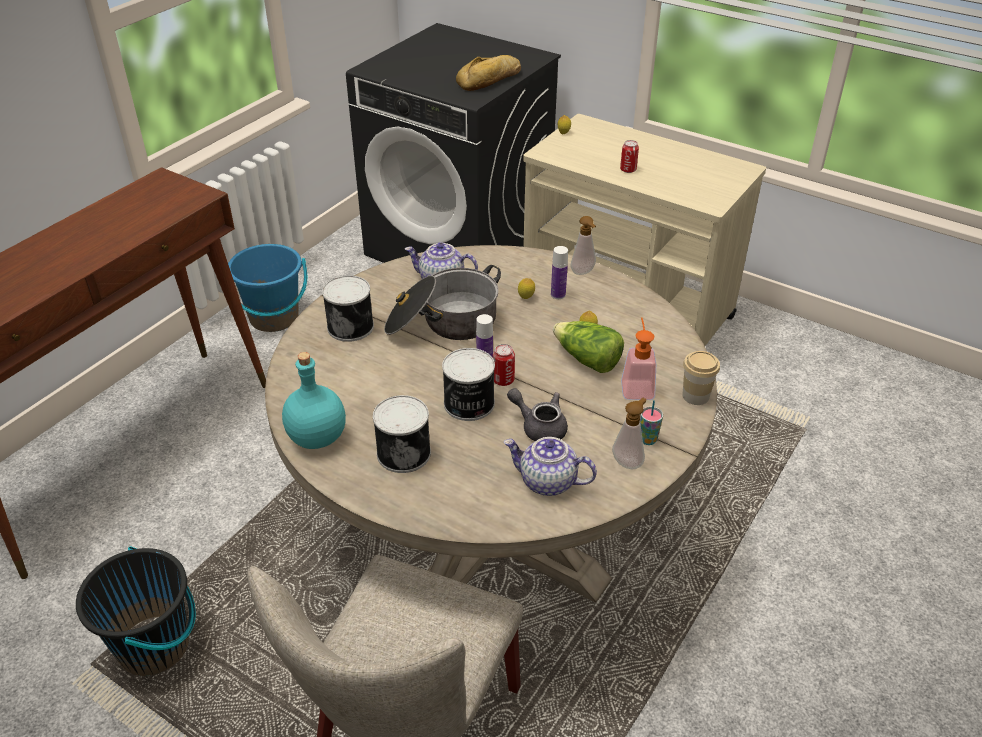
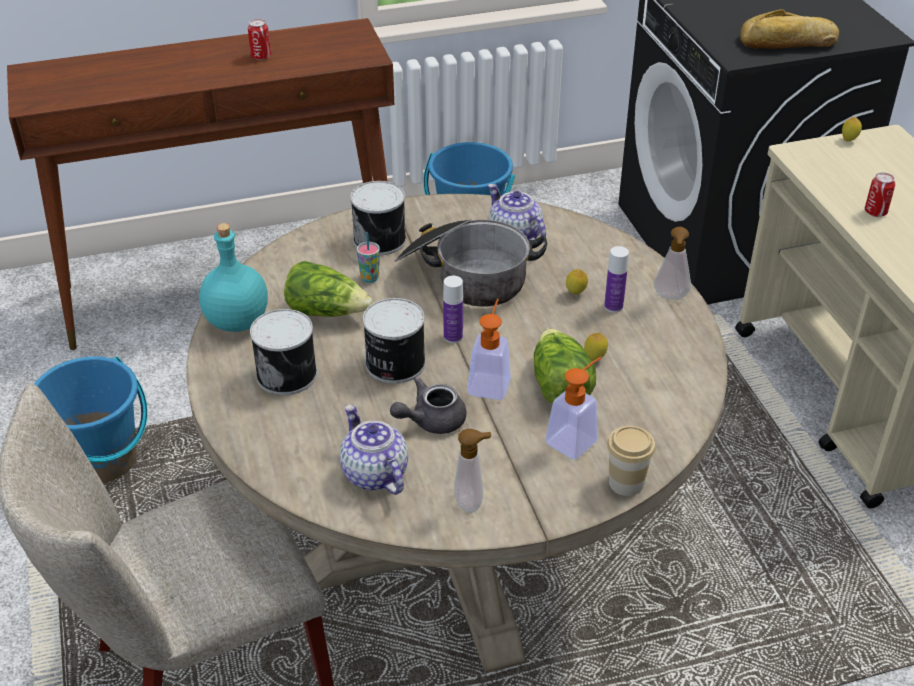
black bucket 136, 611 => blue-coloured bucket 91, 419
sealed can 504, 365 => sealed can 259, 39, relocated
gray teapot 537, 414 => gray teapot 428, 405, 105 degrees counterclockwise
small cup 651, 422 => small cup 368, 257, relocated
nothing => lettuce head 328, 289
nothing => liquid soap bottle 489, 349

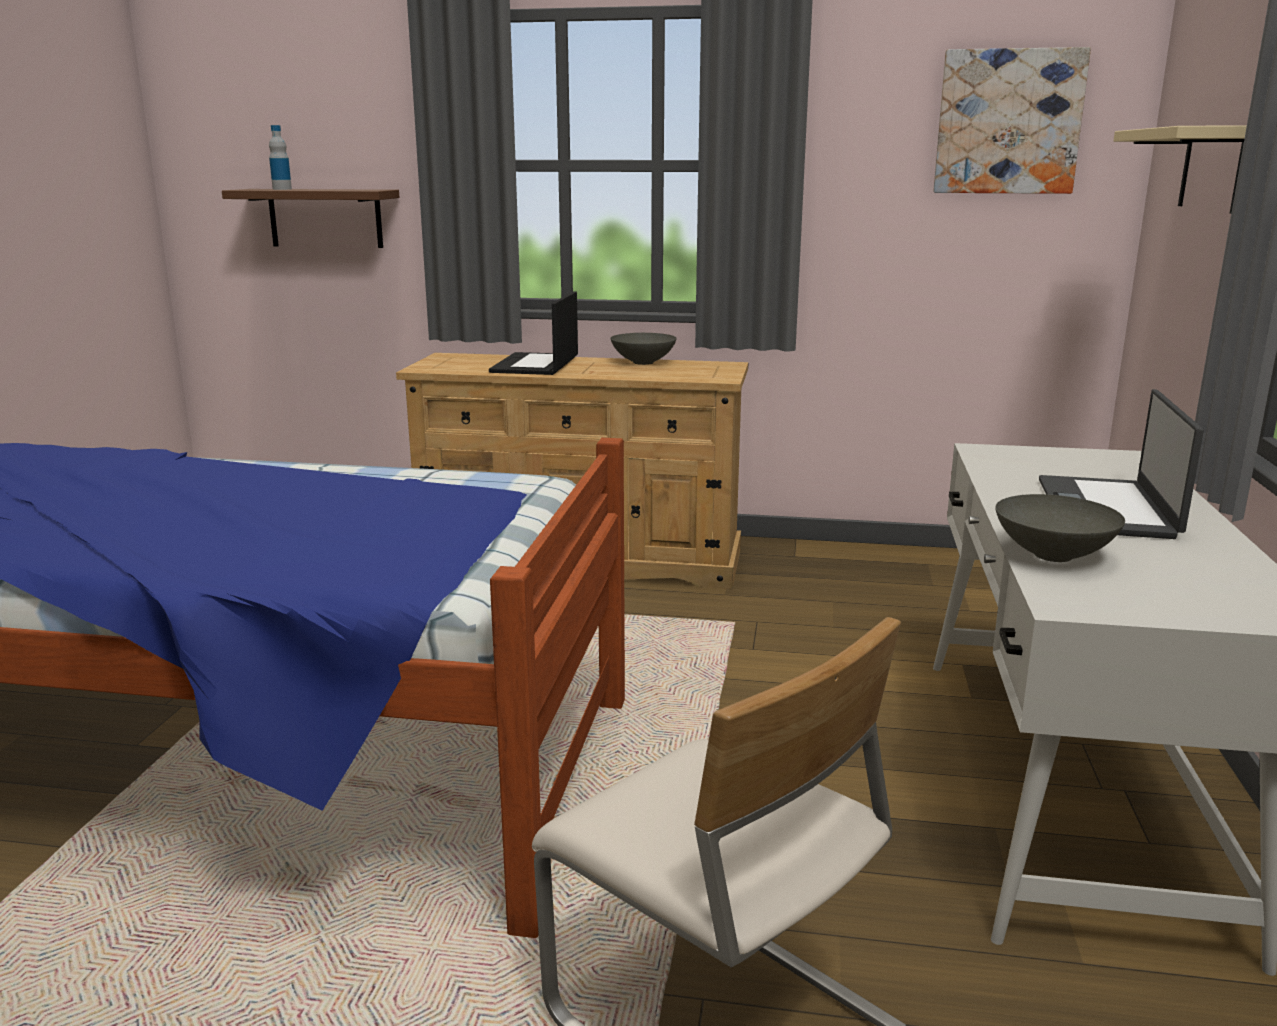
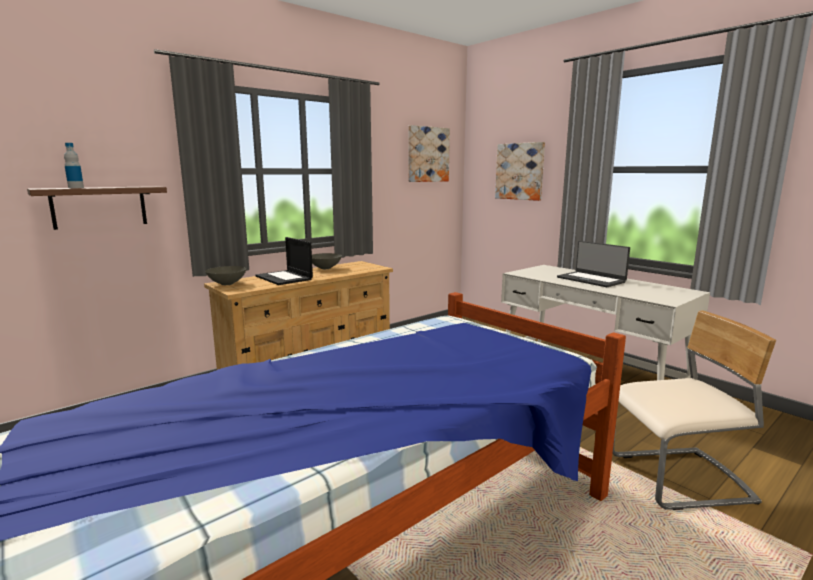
gray bowl 1060, 528 => gray bowl 225, 275, relocated
beige shelf 1180, 169 => wall picture 520, 171

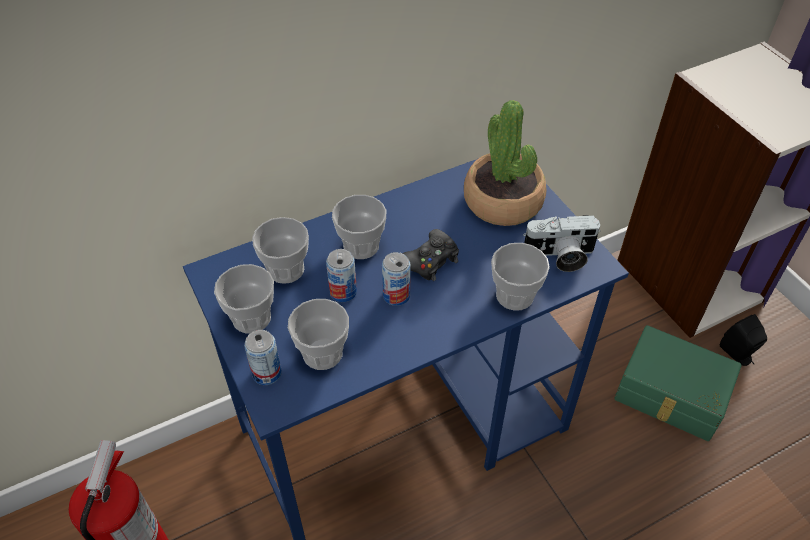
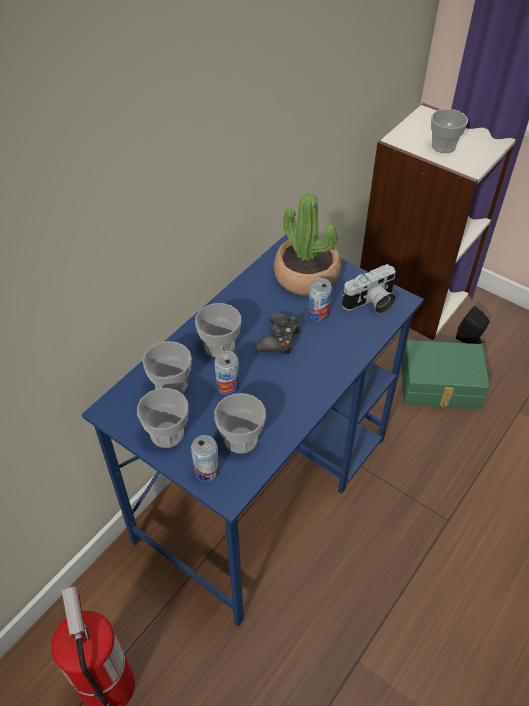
sealed can 396, 279 => sealed can 320, 299, relocated
small cup 520, 276 => small cup 449, 131, relocated

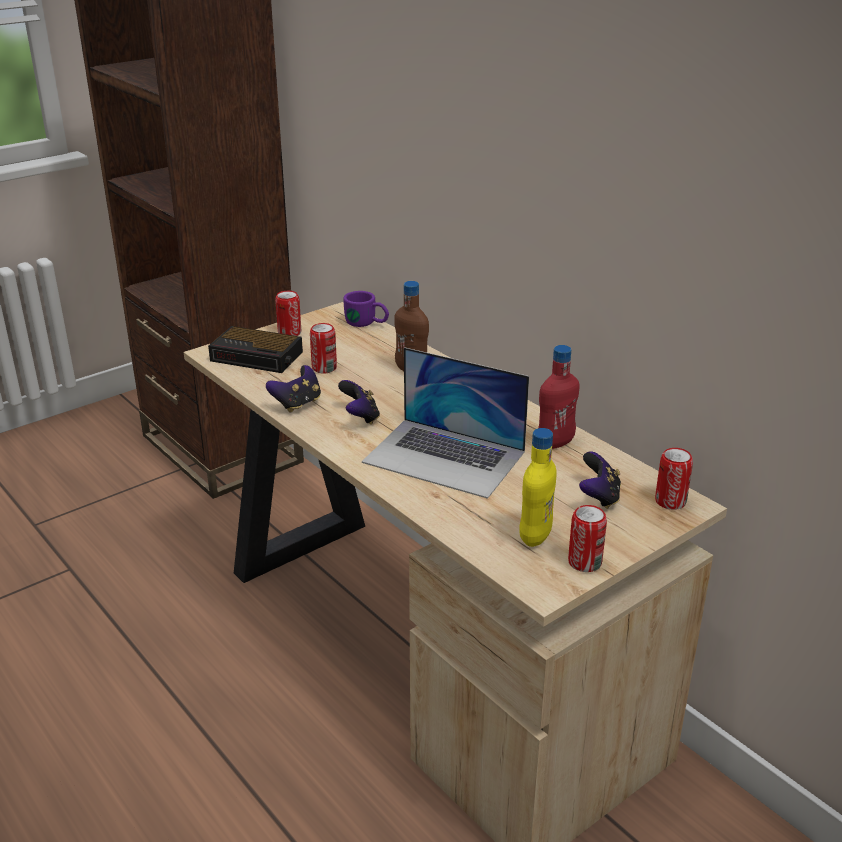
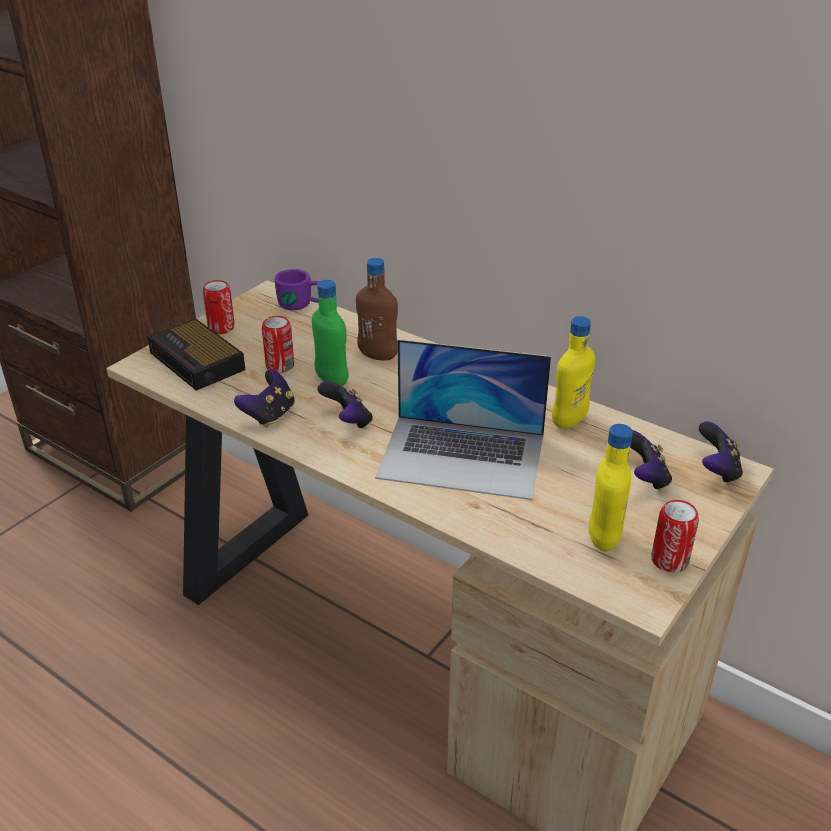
table clock 255, 349 => table clock 196, 355, 45 degrees clockwise
reddish beverage bottle 558, 397 => yellow-coloured beverage bottle 573, 372
sealed can 674, 479 => gamepad 721, 452
nothing => greenish beverage bottle 330, 333

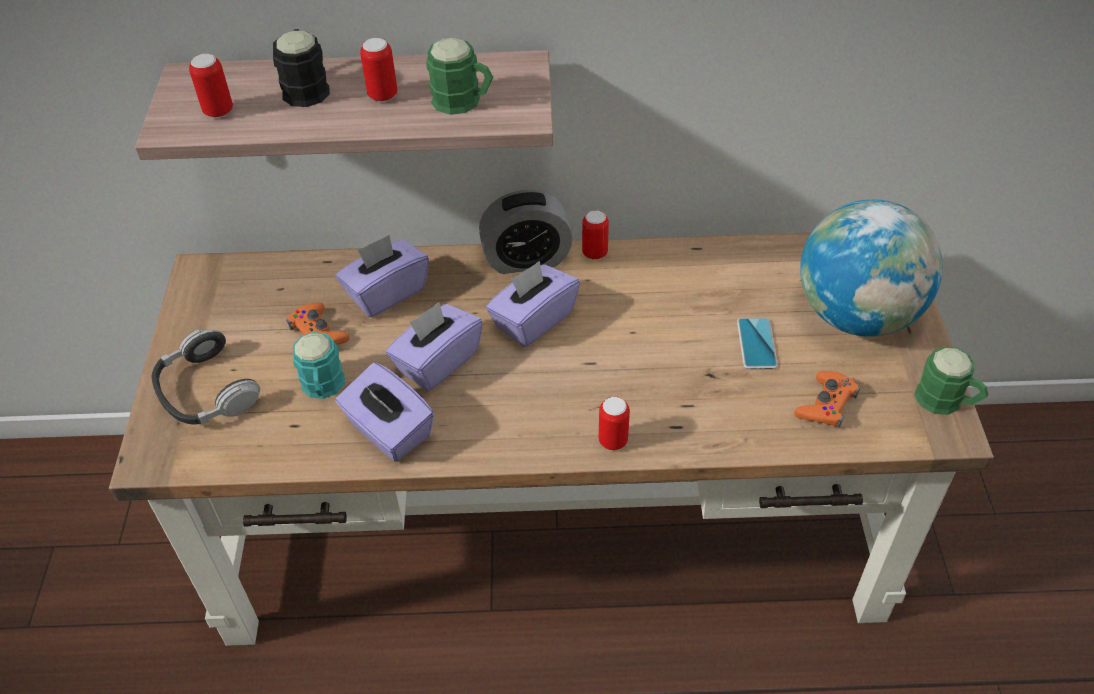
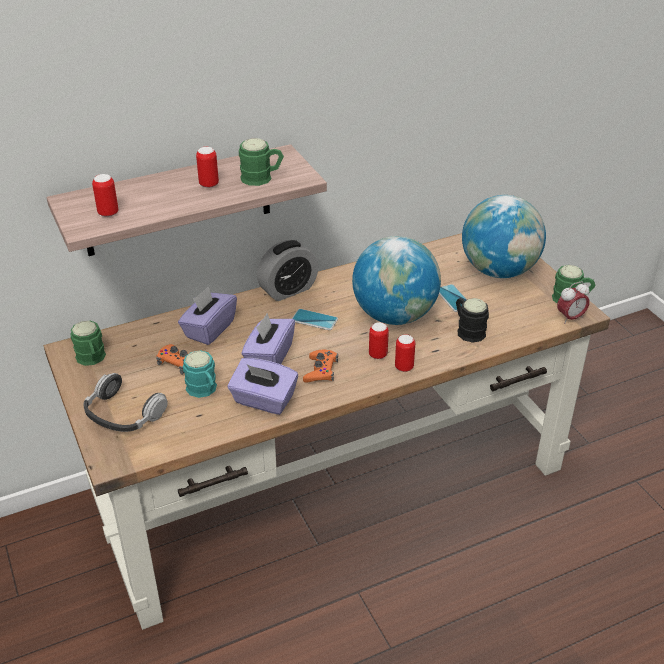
black mug 301, 68 => black mug 472, 320, relocated
purplish tissue box 533, 304 => telephone 315, 319
sealed can 595, 235 => sealed can 379, 340, relocated
orange-coloured gamepad 827, 399 => orange-coloured gamepad 320, 366, relocated
nothing => greenish mug 88, 343
nothing => globe 396, 280
nothing => table clock 573, 303

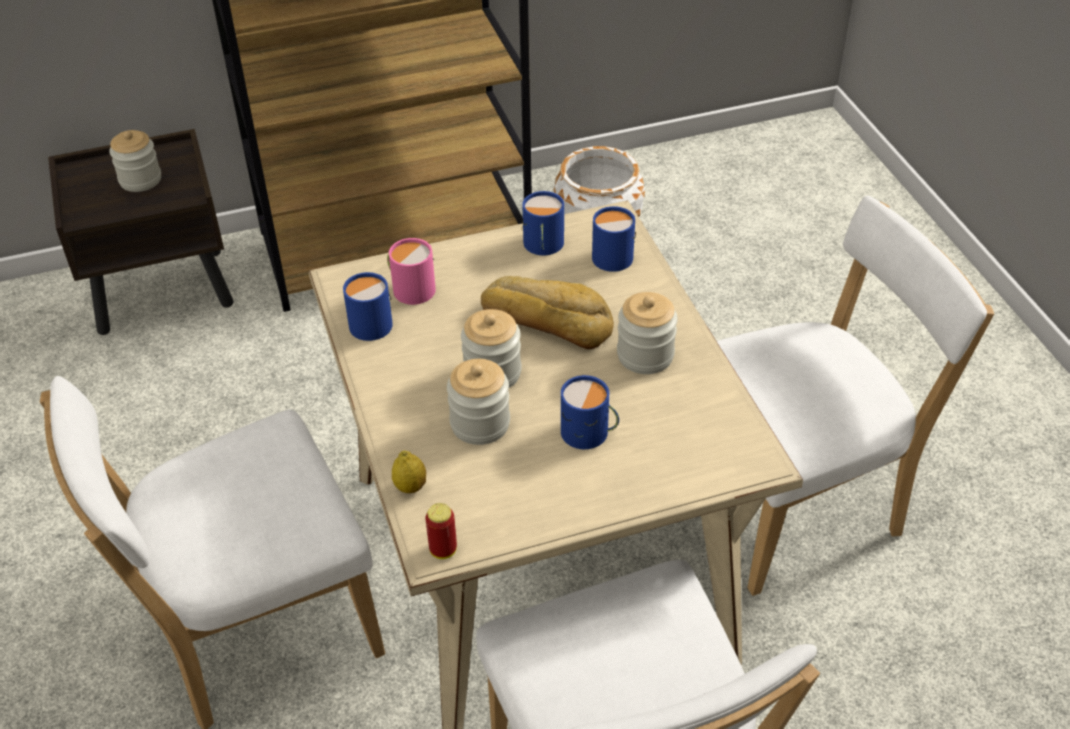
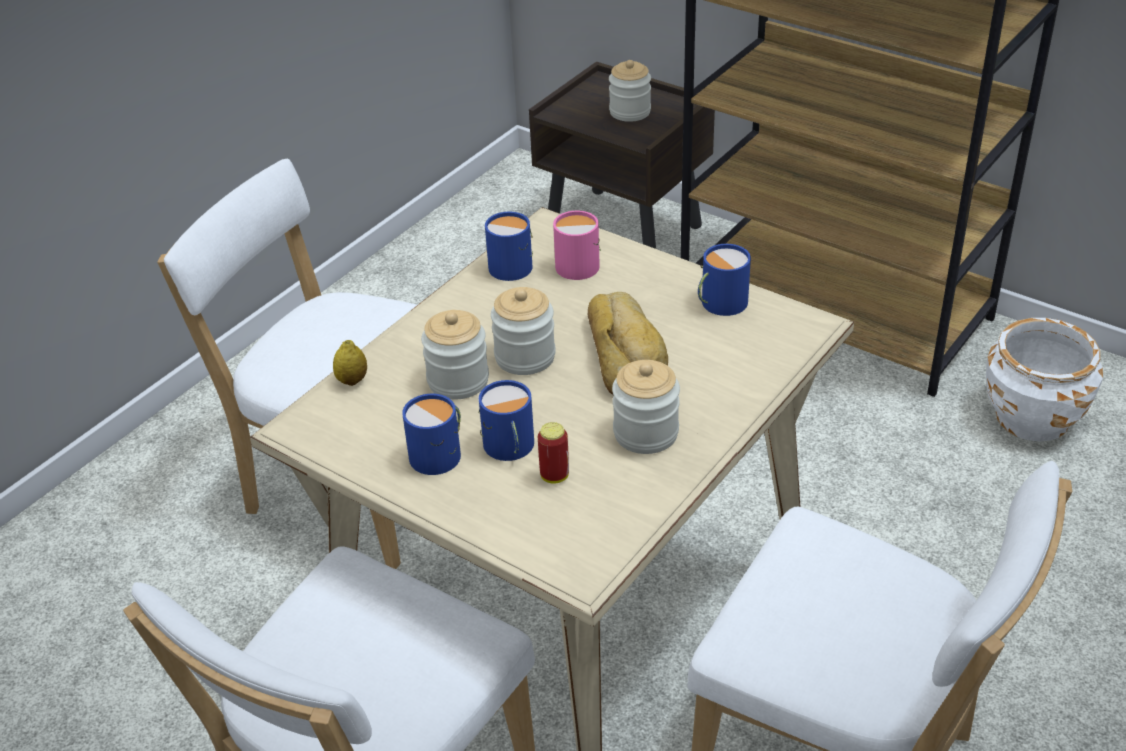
sealed can 441, 531 => sealed can 553, 453, relocated
blue-coloured mug 614, 239 => blue-coloured mug 431, 434, relocated

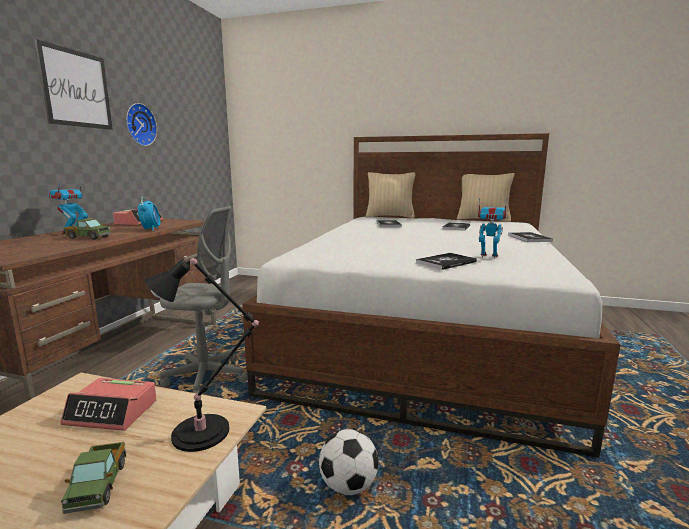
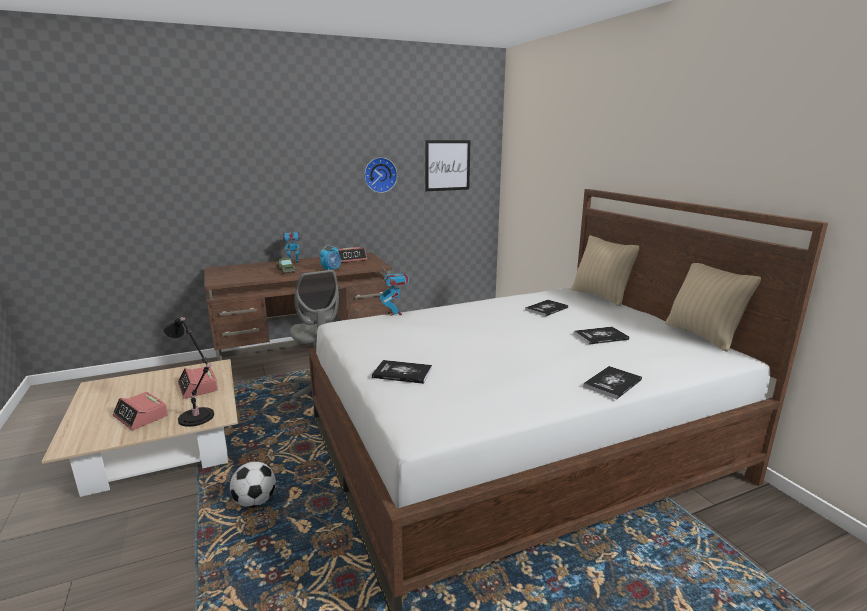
wall picture 74, 84 => wall picture 447, 165, relocated
toy lorry 93, 478 => table clock 140, 411
robot figure 492, 228 => robot figure 394, 291, relocated

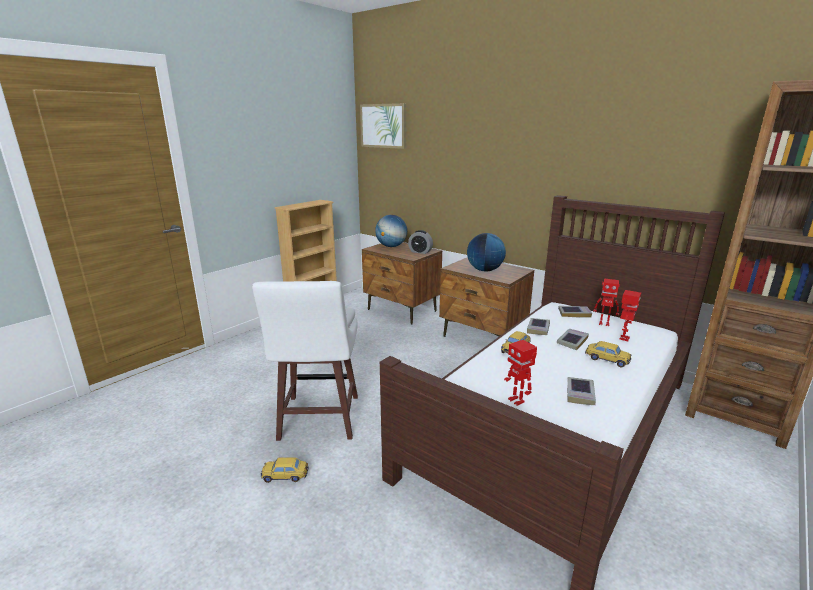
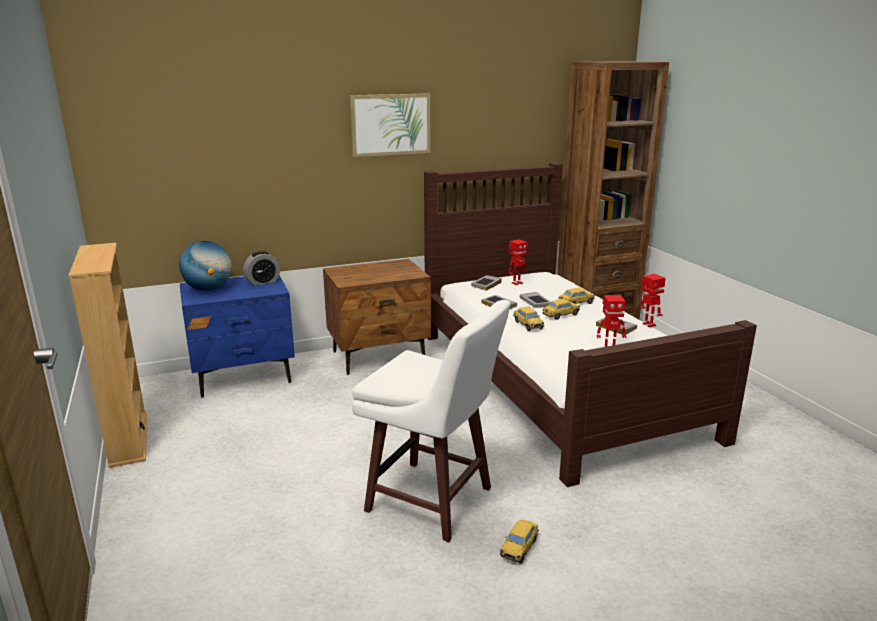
wall picture 383, 126 => wall picture 390, 125, relocated
brown-coloured nightstand 402, 283 => blue-coloured nightstand 237, 336
globe 486, 252 => nothing
robot figure 630, 315 => robot figure 653, 300, relocated
nothing => model car 561, 309

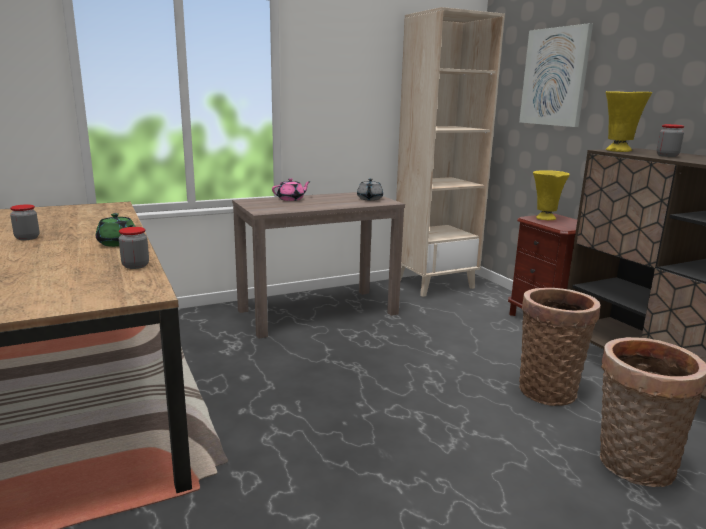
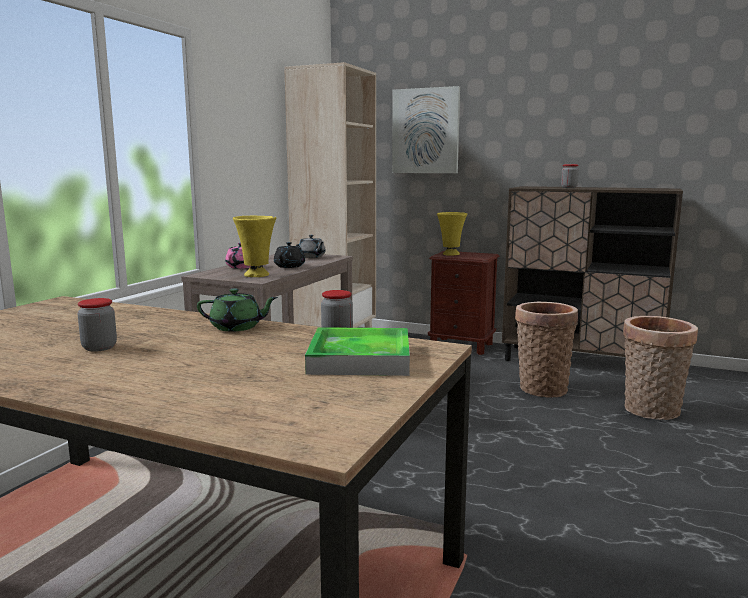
yellow-coloured decorative vase 629, 121 => yellow-coloured decorative vase 254, 246, relocated
nothing => black teapot 289, 255
nothing => tray 357, 351

